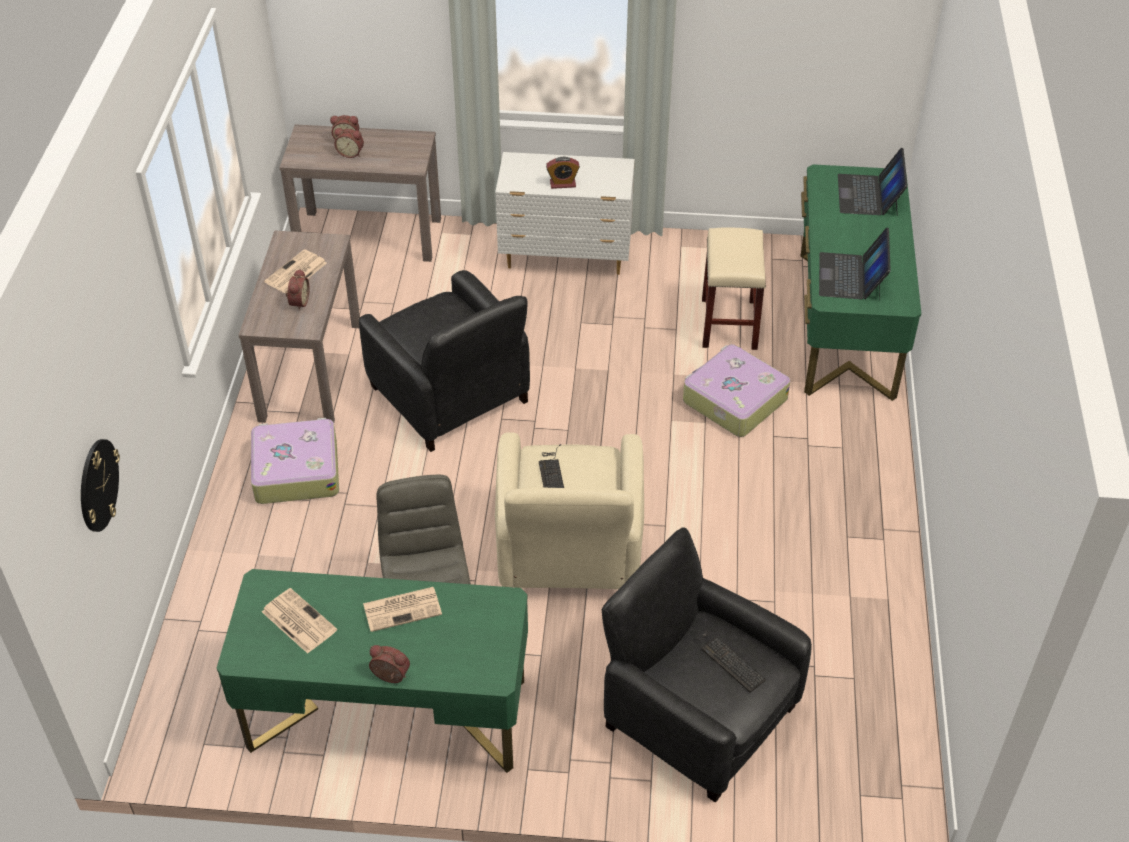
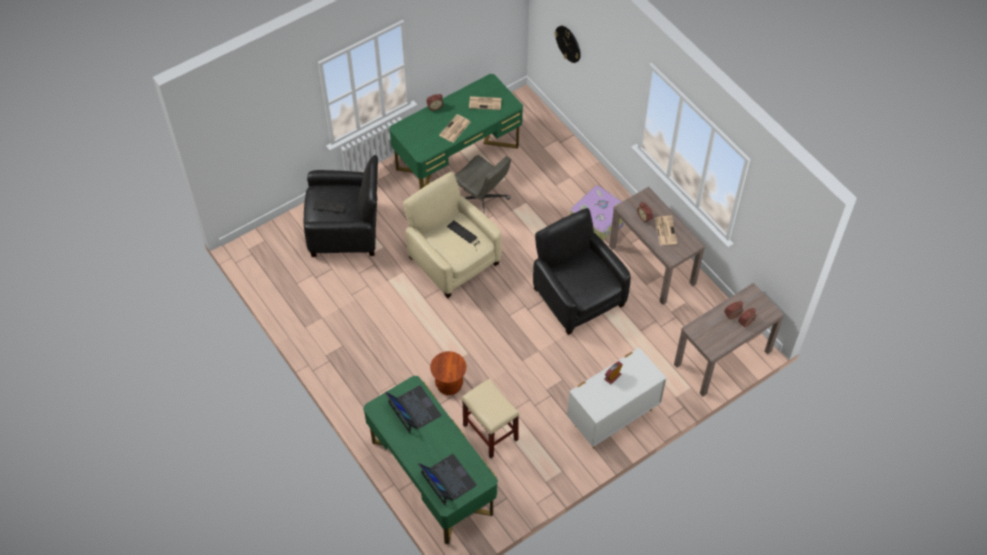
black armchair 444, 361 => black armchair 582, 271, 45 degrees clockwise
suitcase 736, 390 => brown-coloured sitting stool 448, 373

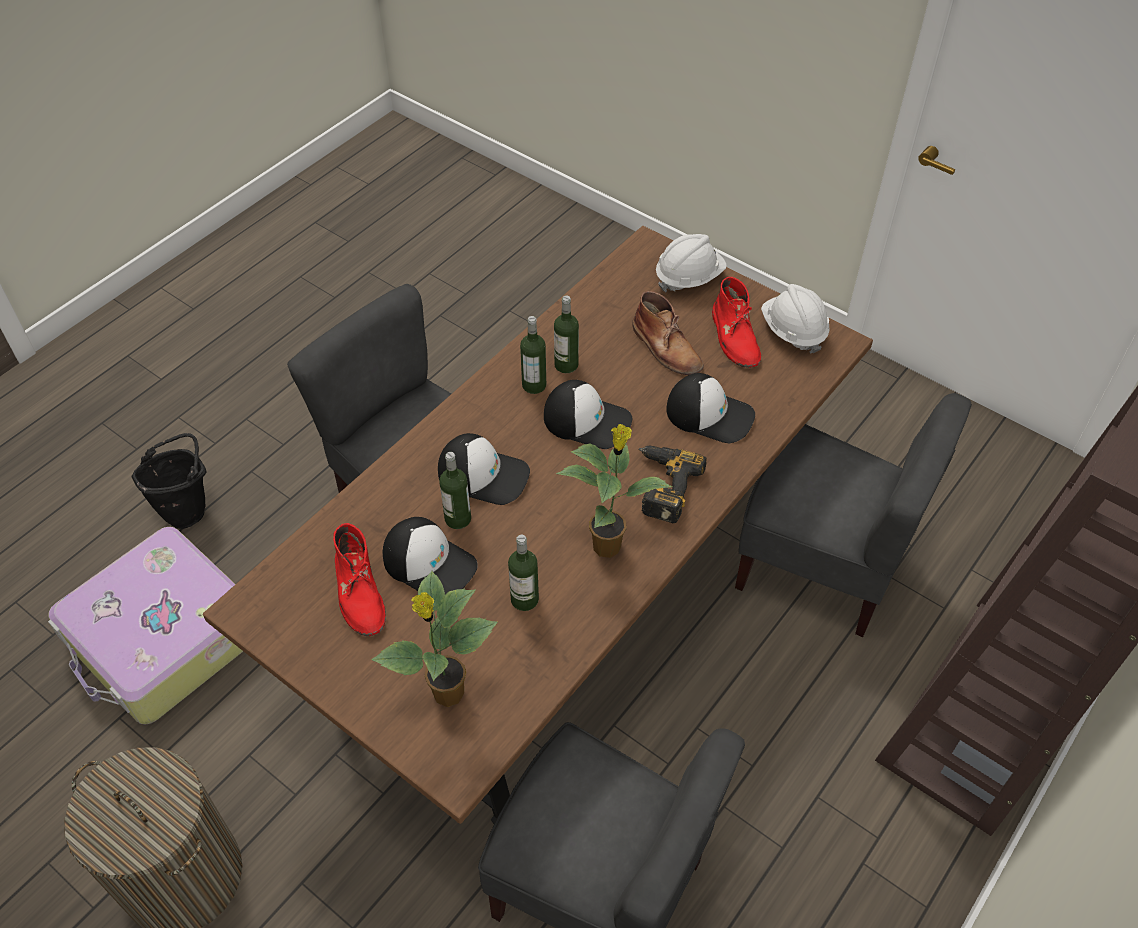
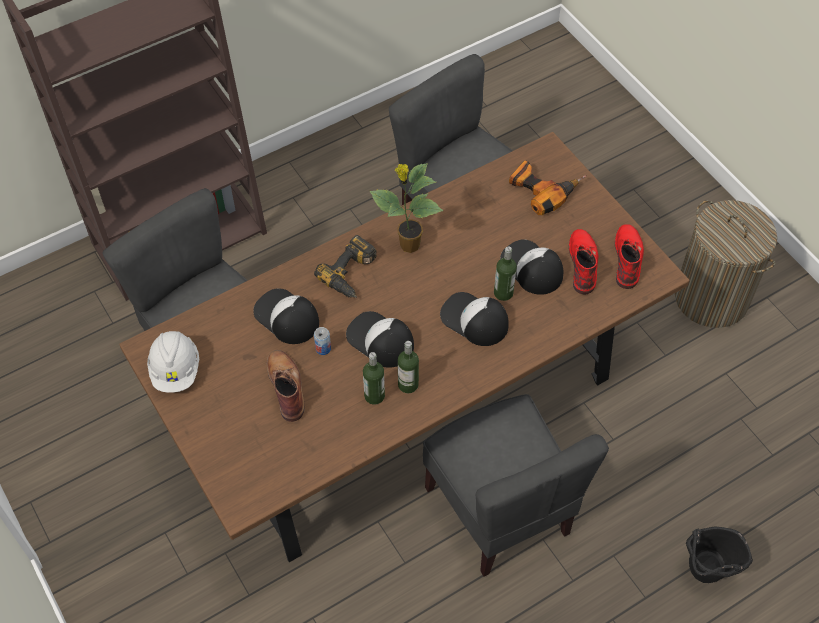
suitcase 145, 625 => nothing
plant in a pot 434, 639 => power drill 547, 187
beverage bottle 523, 573 => nothing
white-coloured safety helmet 691, 263 => nothing
reddish boot 736, 322 => reddish boot 629, 256, relocated
nothing => sealed can 322, 341

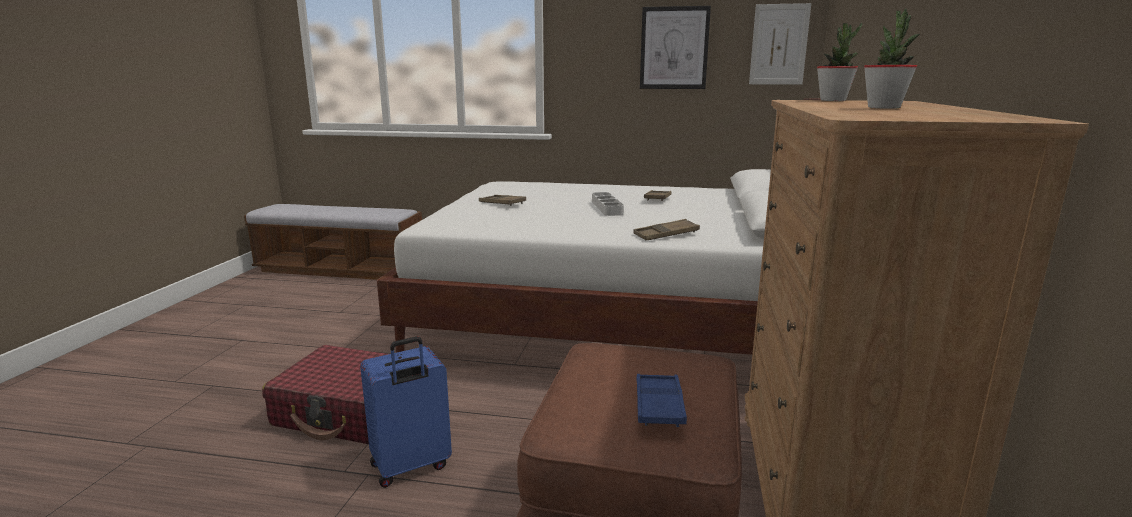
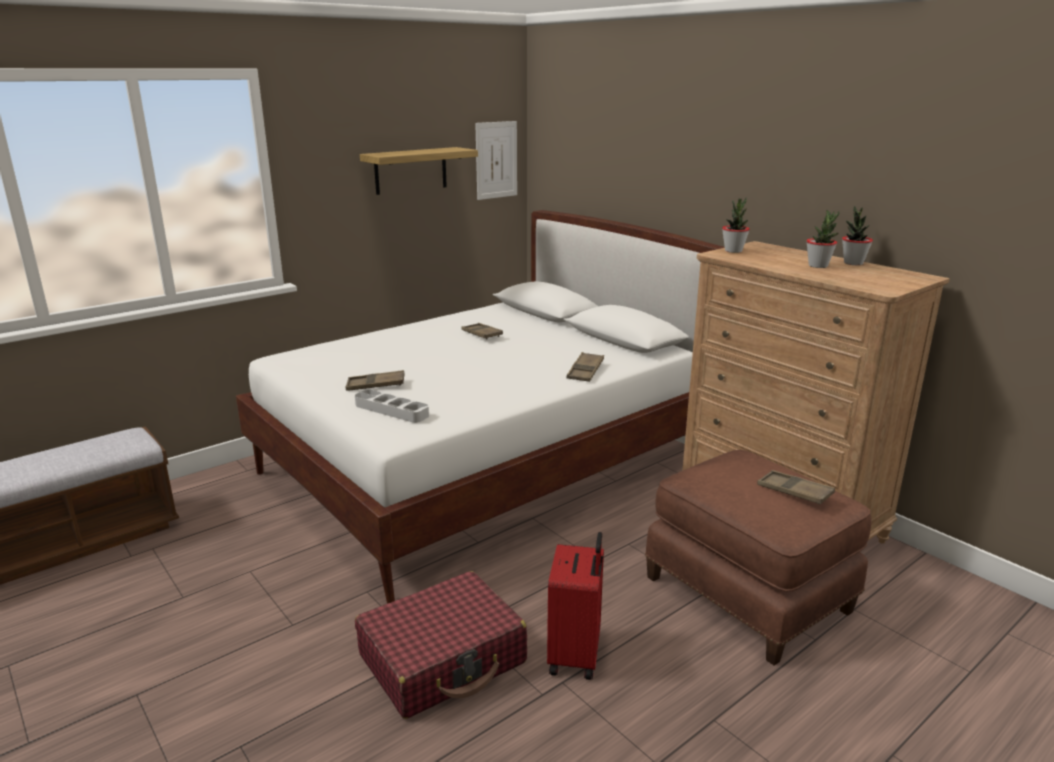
blue-coloured suitcase 406, 412 => reddish suitcase 575, 606
gray tray 608, 204 => gray tray 392, 406, relocated
blue-coloured tray 661, 400 => brown-coloured tray 796, 487
wall picture 675, 47 => shelf 419, 171
nothing => plant in a pot 857, 235

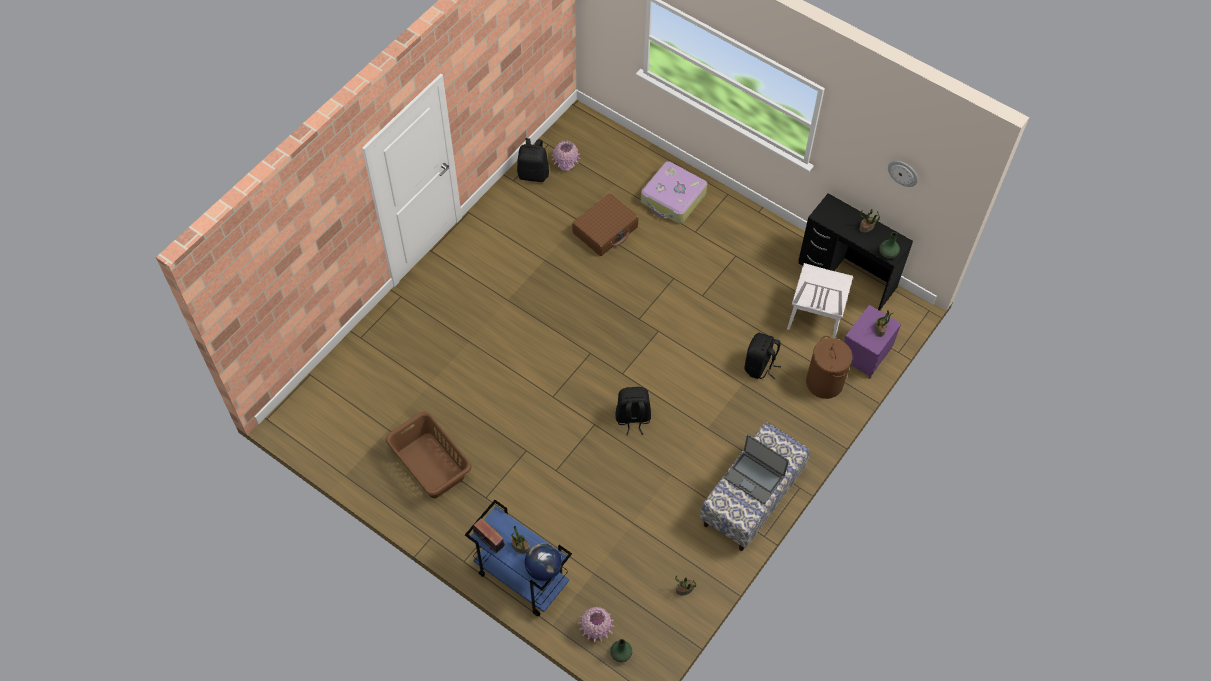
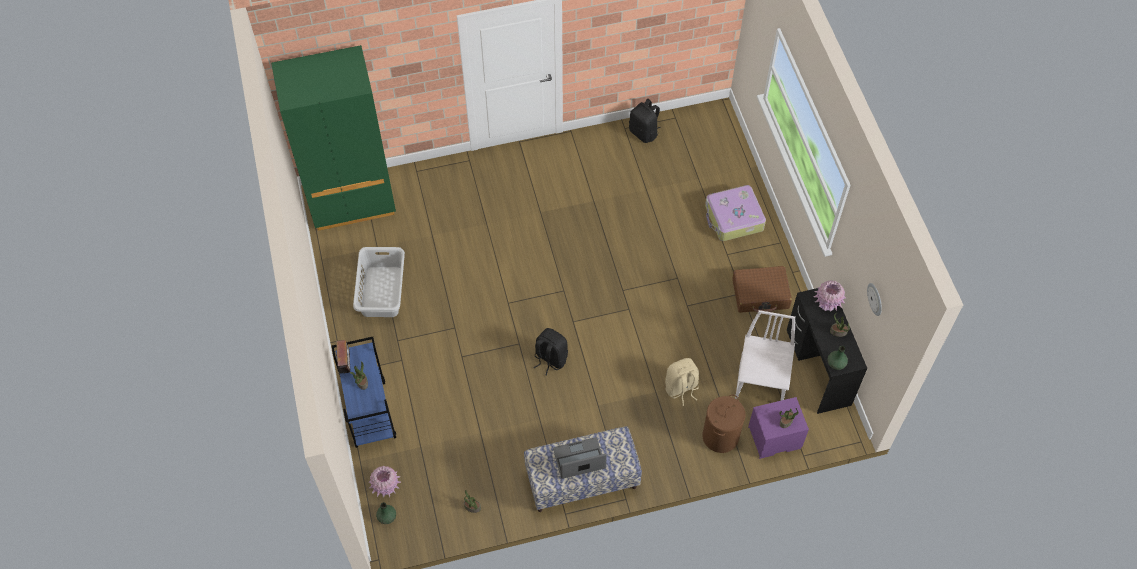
brown-coloured washing basket 429, 455 => gray washing basket 379, 282
globe 543, 562 => nothing
pink-coloured decorative vase 565, 156 => pink-coloured decorative vase 830, 296, relocated
brown-coloured suitcase 605, 225 => brown-coloured suitcase 762, 289, relocated
laptop 756, 469 => laptop 580, 458, 90 degrees clockwise
black knapsack 763, 356 => beige knapsack 682, 382
white-coloured upright chair 820, 301 => white-coloured upright chair 765, 355, 135 degrees clockwise
nothing => greenish wardrobe 333, 138

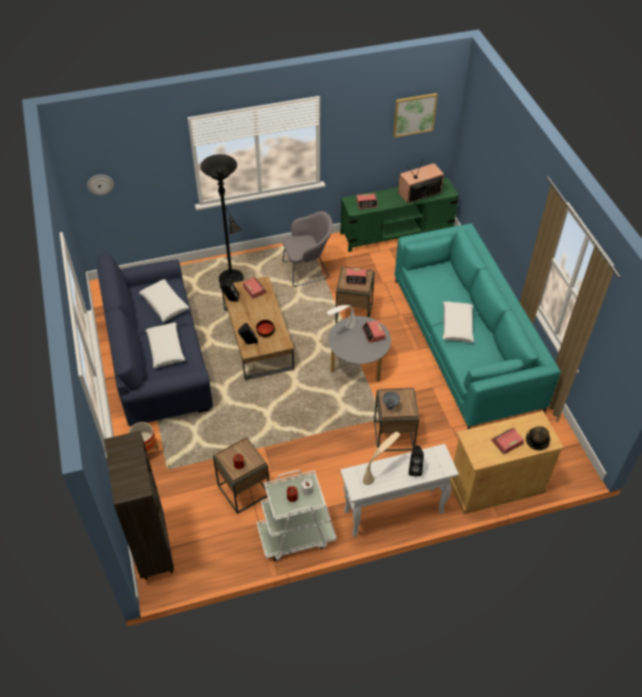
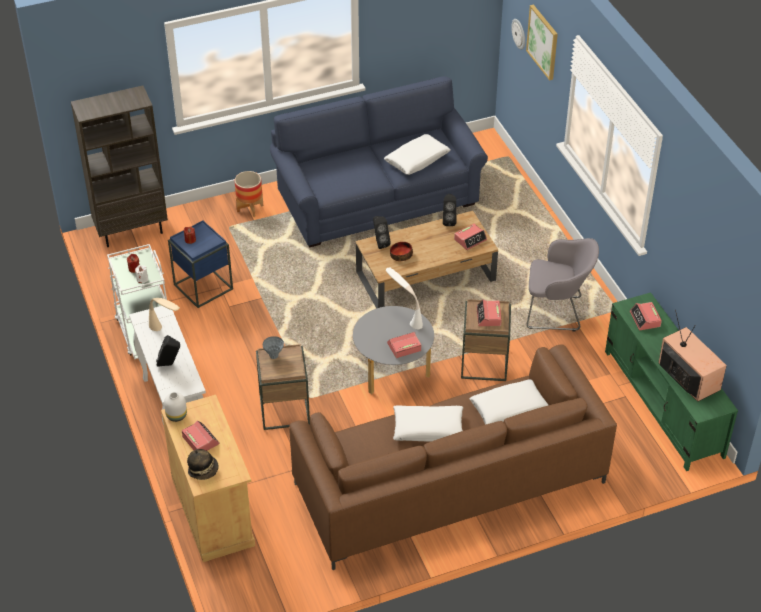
white-coloured cushion 165, 345 => white-coloured cushion 509, 402, relocated
black floor lamp 222, 219 => nothing
brown-coloured accent table 241, 475 => blue-coloured accent table 200, 264
gray armchair 307, 249 => gray armchair 562, 284, 60 degrees counterclockwise
wall picture 415, 115 => wall picture 542, 42, relocated
blue-green settee 477, 326 => brown-coloured settee 453, 457
nothing => white-coloured decorative vase 175, 407

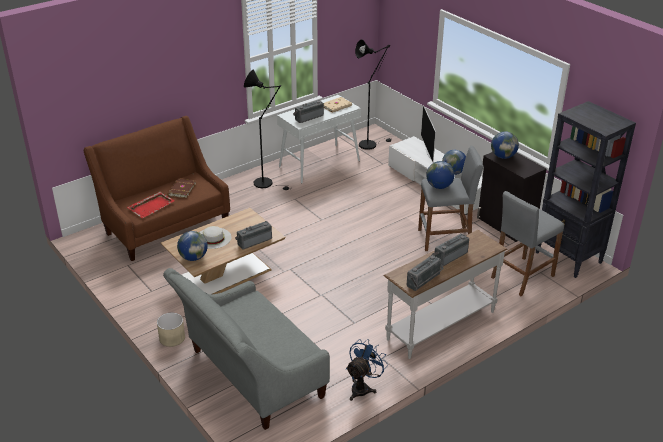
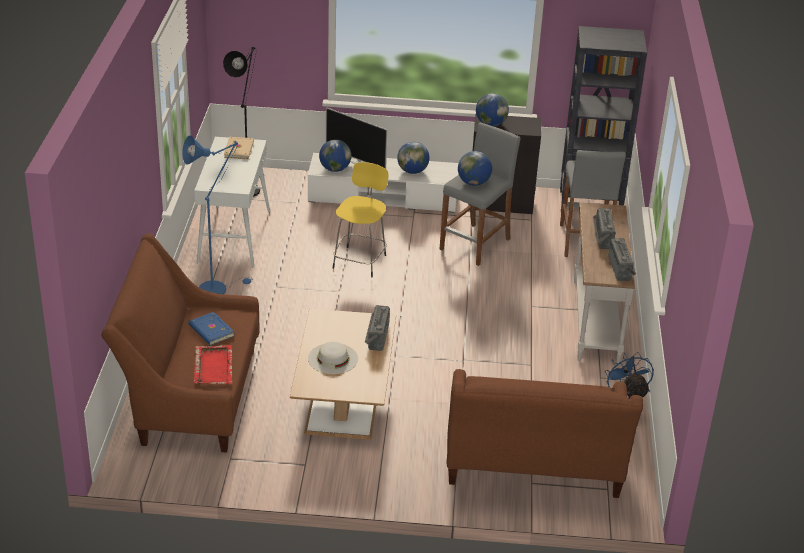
beige plant pot 171, 330 => nothing
gray settee 246, 349 => brown-coloured settee 545, 433
brown-coloured volume 182, 188 => blue-coloured volume 211, 329
globe 192, 246 => globe 335, 156, relocated
black floor lamp 266, 130 => blue-coloured floor lamp 217, 214
radio receiver 308, 111 => nothing
nothing => yellow-coloured sitting stool 361, 219

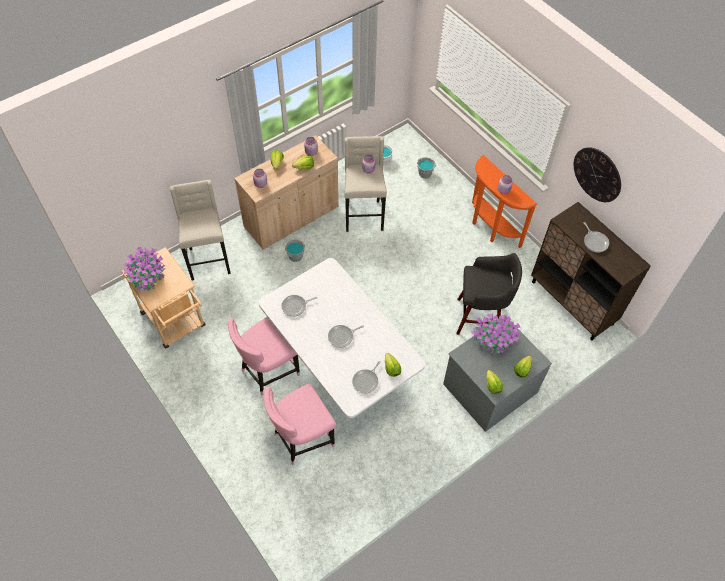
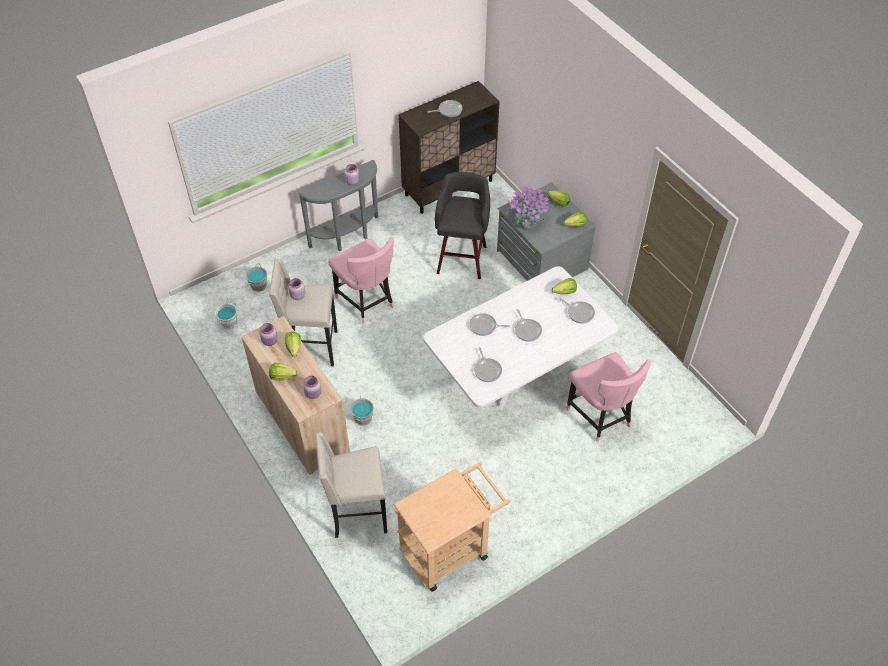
plant in a pot 145, 269 => nothing
pink-coloured upright chair 264, 356 => pink-coloured upright chair 361, 280, relocated
orange-coloured console table 504, 201 => gray console table 338, 206
clock on the wall 597, 174 => nothing
nothing => pan 489, 324

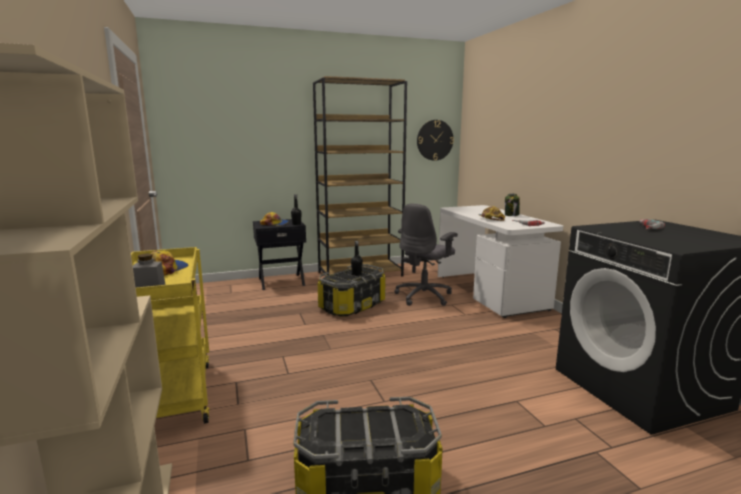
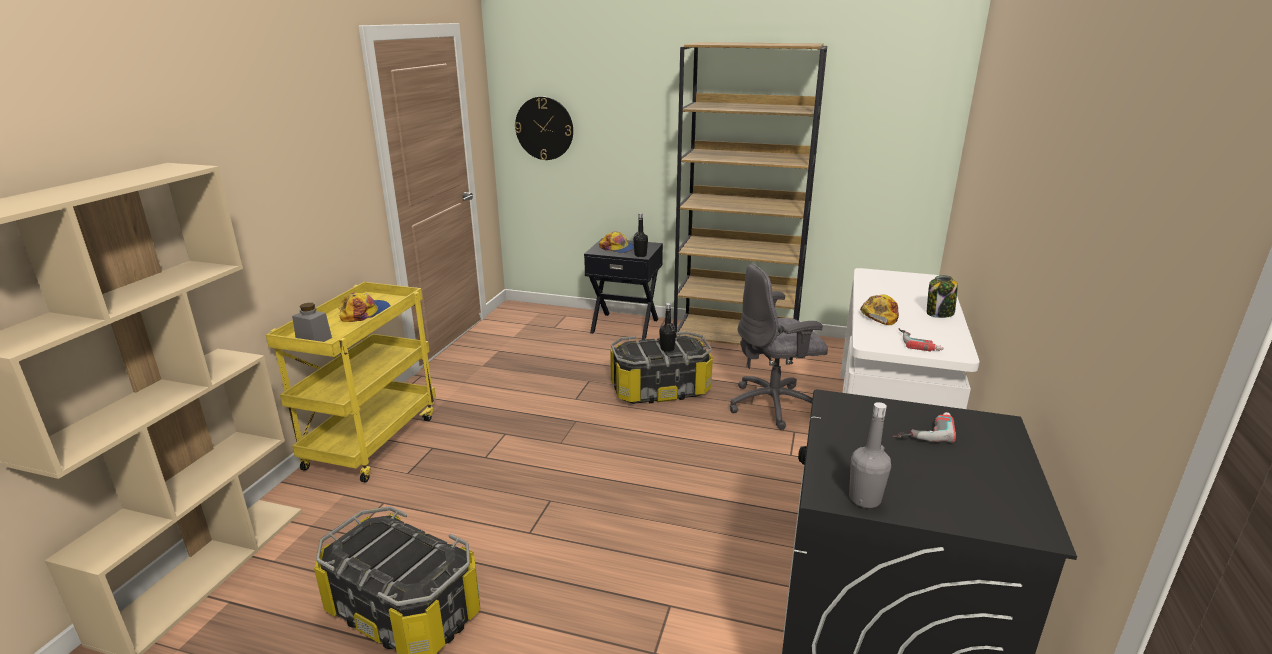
clock on the wall 435, 140 => clock on the wall 544, 128, relocated
nothing => gray beverage bottle 870, 455

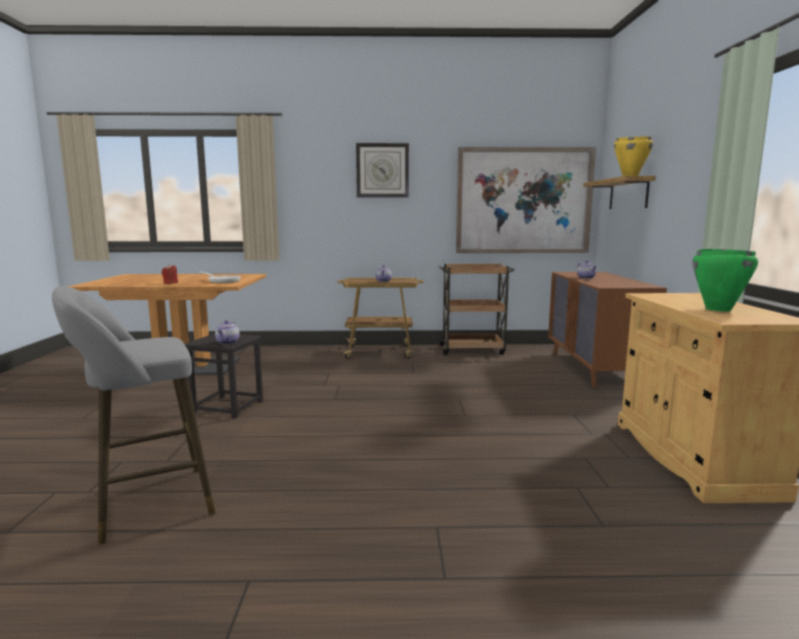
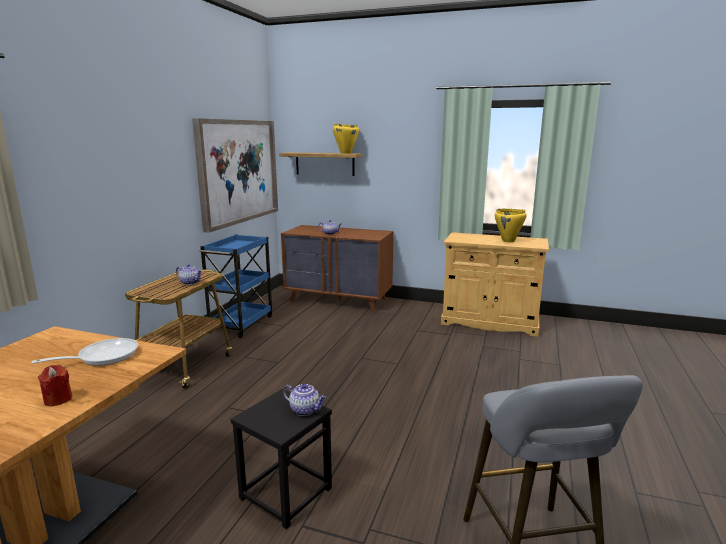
clock on the wall 382, 170 => nothing
brown-coloured cart 476, 309 => blue-coloured cart 235, 286
greenish cooking pot 725, 280 => yellow-coloured cooking pot 511, 225

